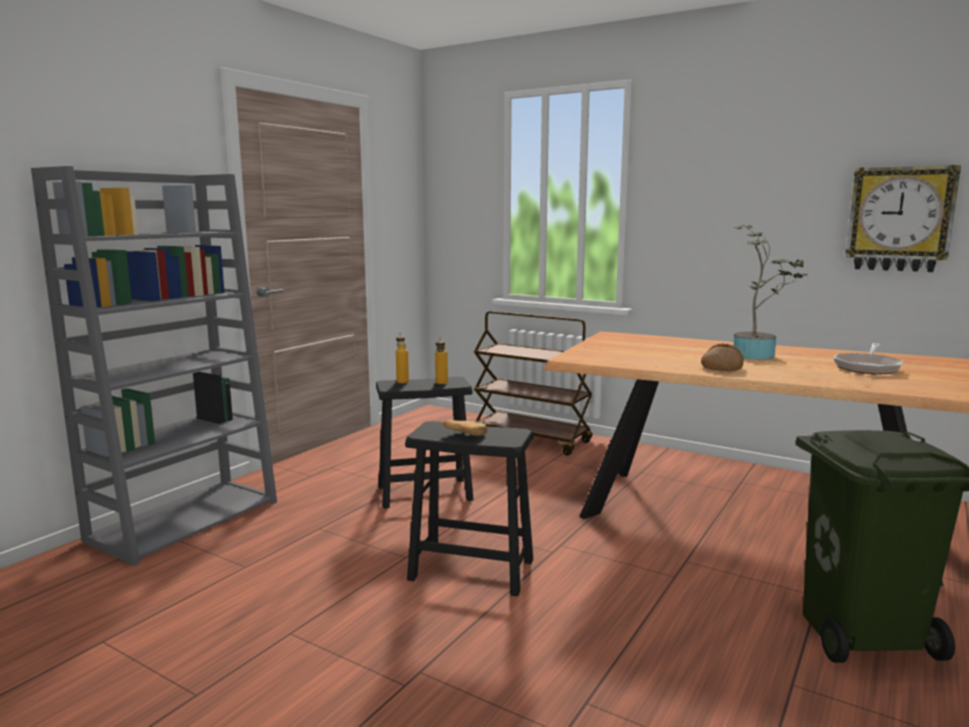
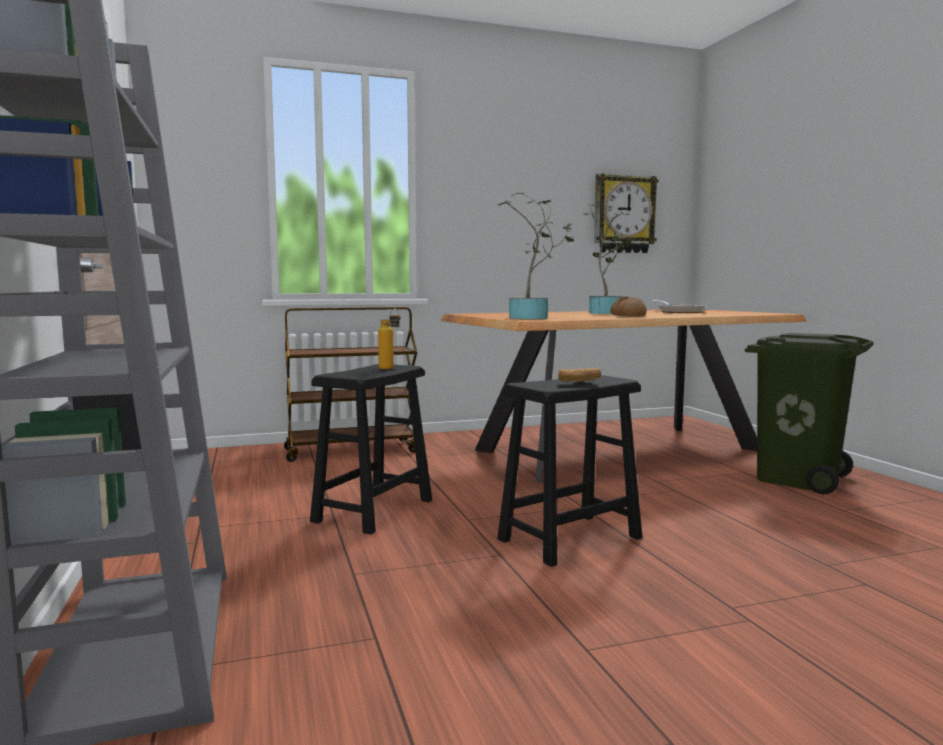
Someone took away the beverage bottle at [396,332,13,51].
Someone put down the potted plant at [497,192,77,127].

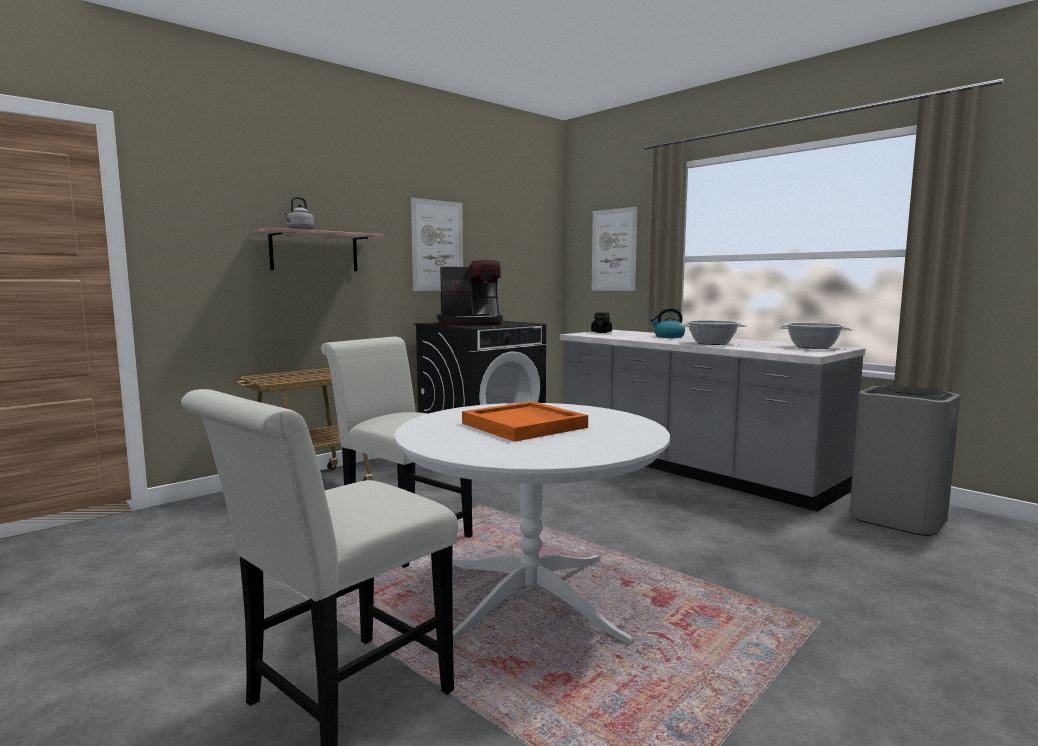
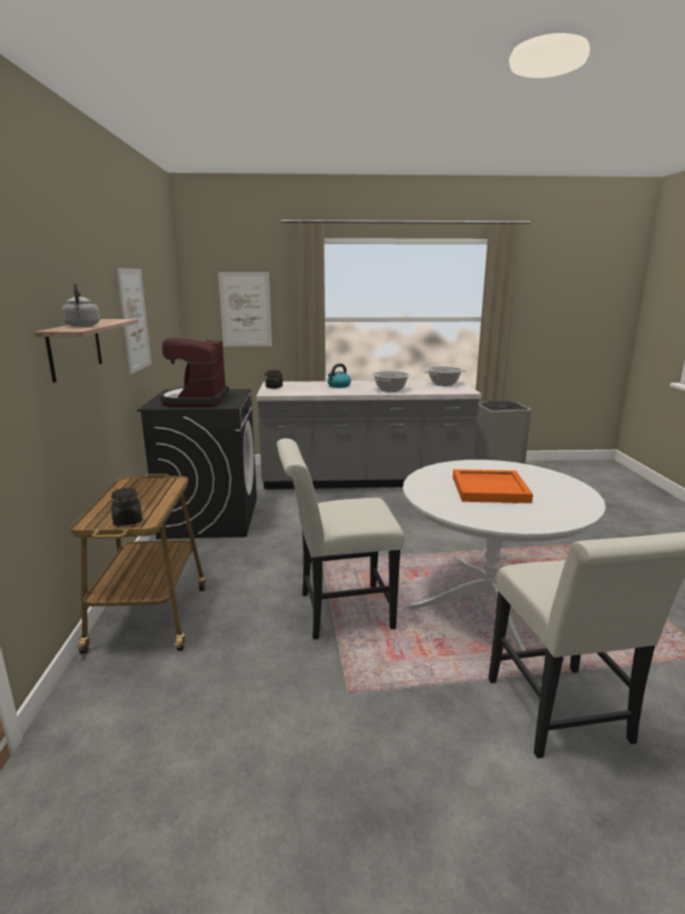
Someone put down the black jar at [111,488,31,38].
Someone rotated the coffee maker at [437,260,66,66] by 150 degrees clockwise.

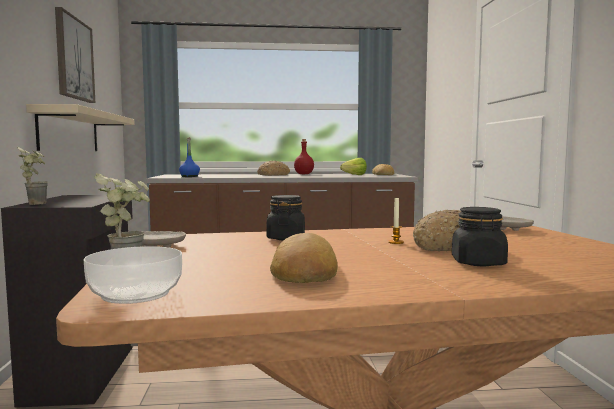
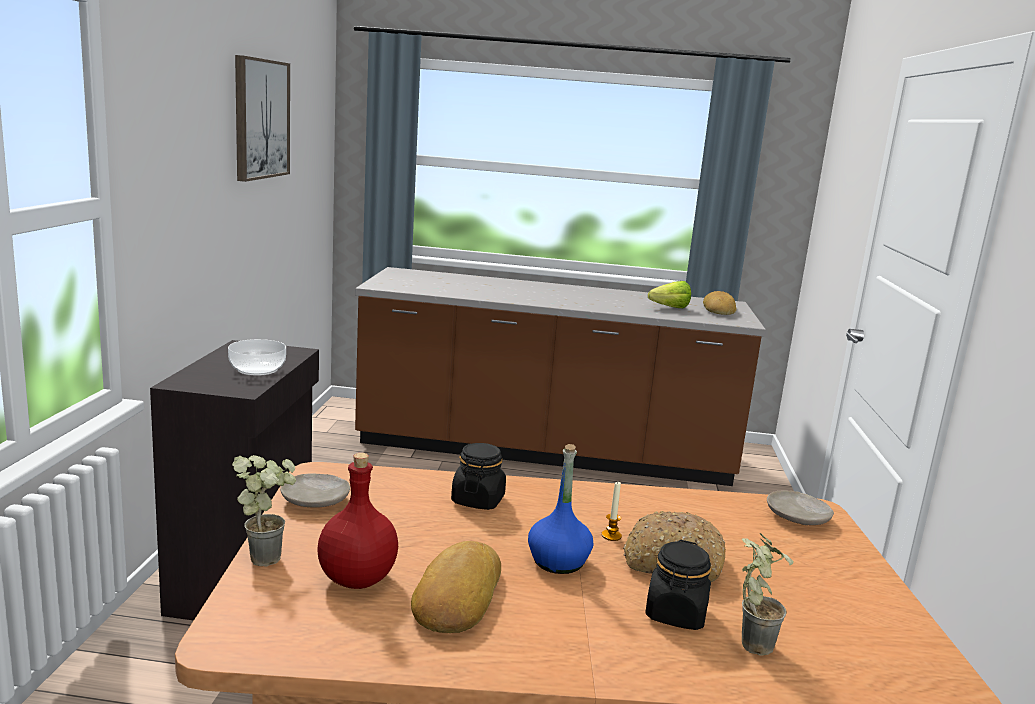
Someone took away the beige wall shelf at [26,104,109,47].
Someone took away the bakery bread at [257,161,33,15].
Someone carried the potted plant from [17,146,31,59] to [741,533,53,123].
Someone carried the deep dish from [83,246,99,58] to [228,339,58,37].
Someone carried the blue-coloured beverage bottle from [179,137,21,40] to [528,444,65,130].
Someone carried the red-coloured beverage bottle from [294,139,20,35] to [318,453,80,136].

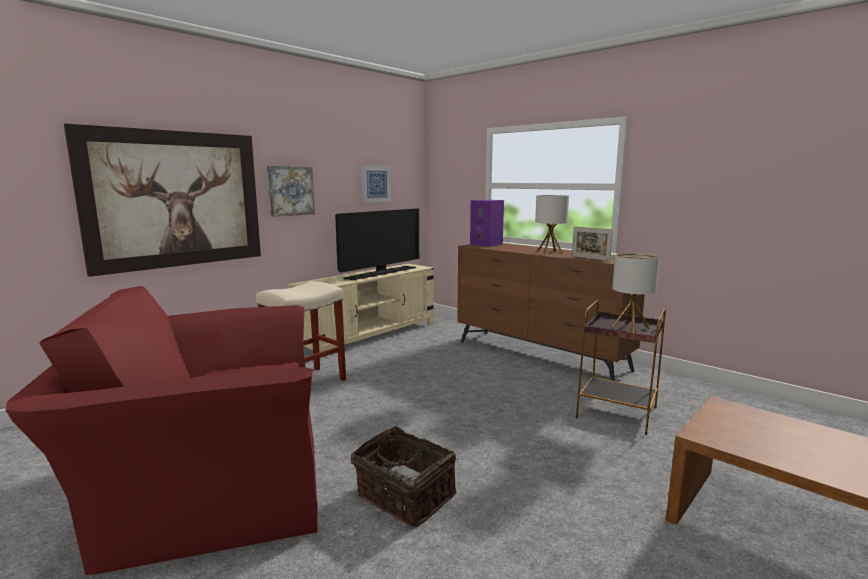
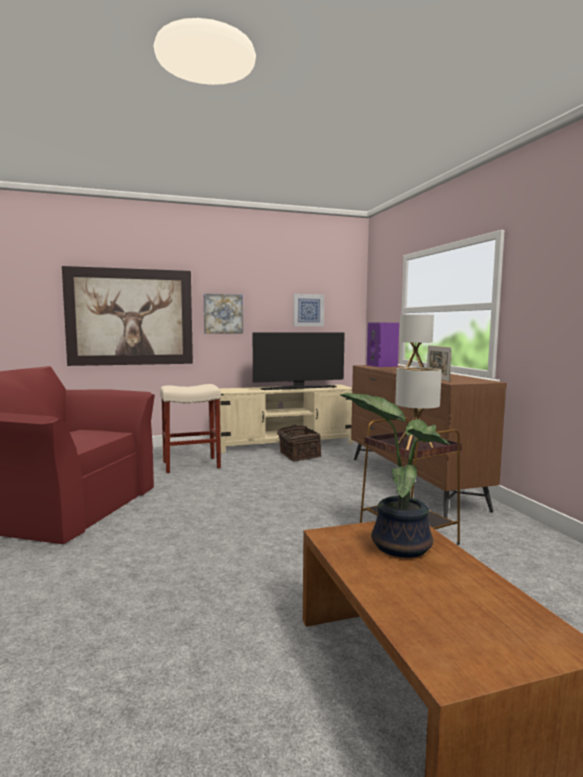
Someone put down the potted plant at [340,393,109,165].
Someone carried the storage basket from [351,426,106,102] to [277,425,44,36].

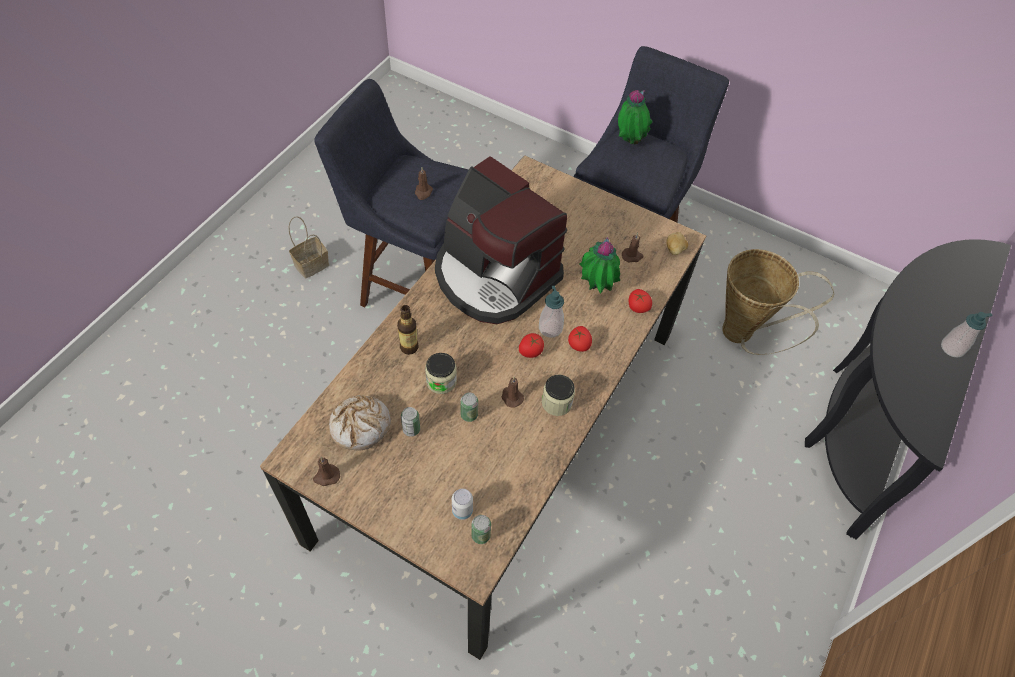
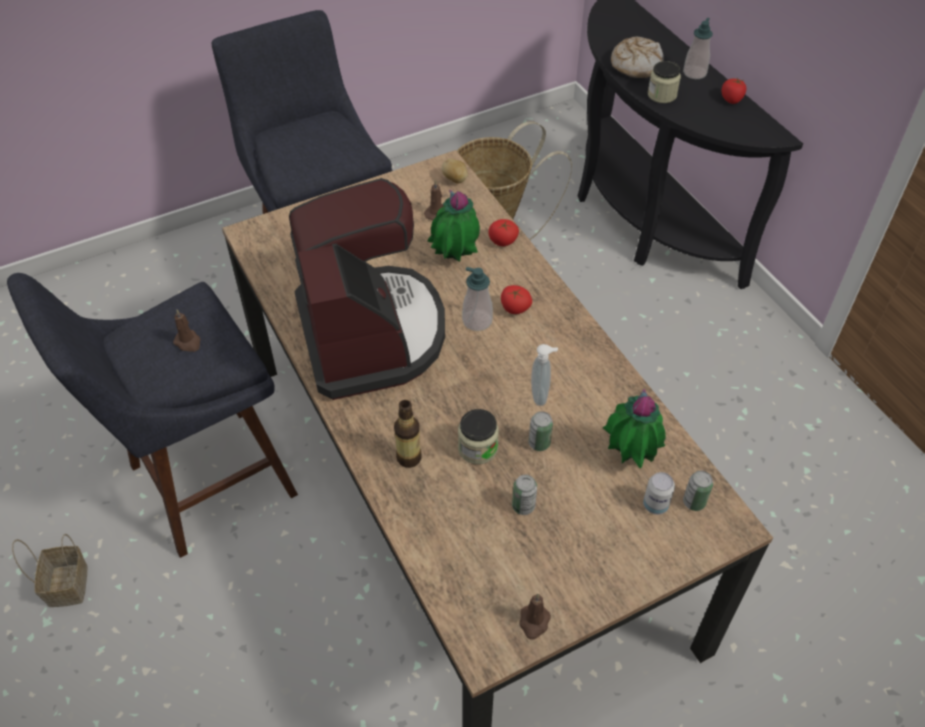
Someone carried the bakery bread from [329,395,62,56] to [611,37,53,41].
Someone carried the tomato from [519,333,25,25] to [722,78,24,26].
Someone carried the jar from [542,374,33,42] to [648,61,33,42].
Someone carried the potted plant from [618,90,35,55] to [603,389,63,79].
Someone swapped the brown wax light at [501,377,23,31] for the liquid soap bottle at [531,344,27,62].
Someone rotated the coffee maker at [435,156,132,168] by 90 degrees counterclockwise.

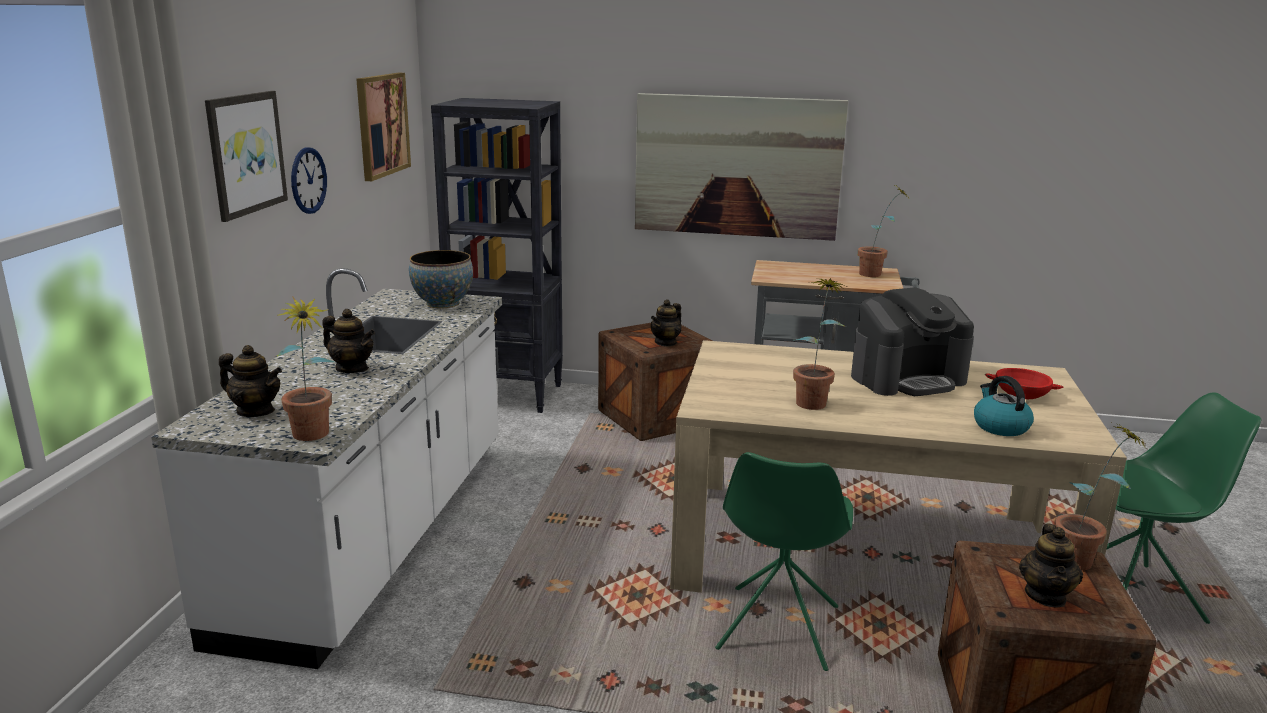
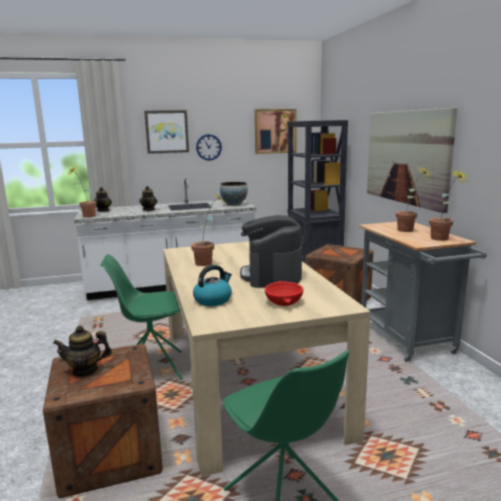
Someone took away the pot for tea at [650,299,32,48].
Someone carried the potted plant from [1054,424,91,147] to [396,166,35,66].
Someone rotated the coffee maker at [851,287,123,109] by 45 degrees clockwise.

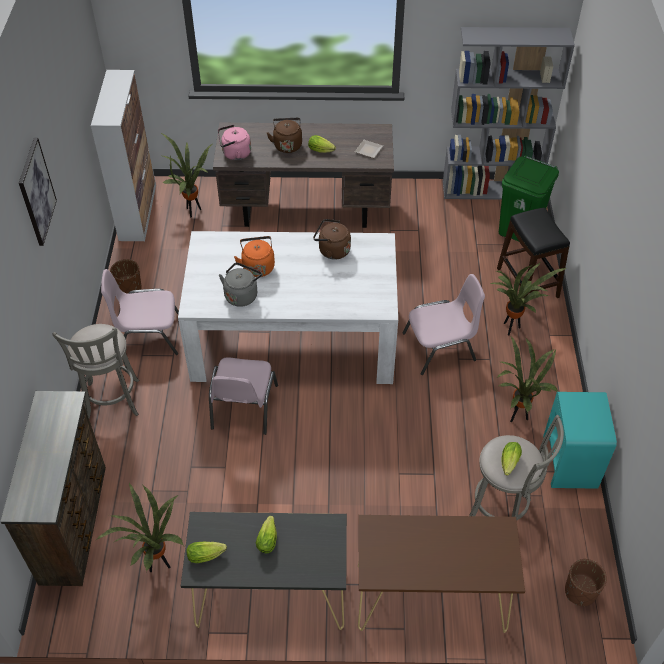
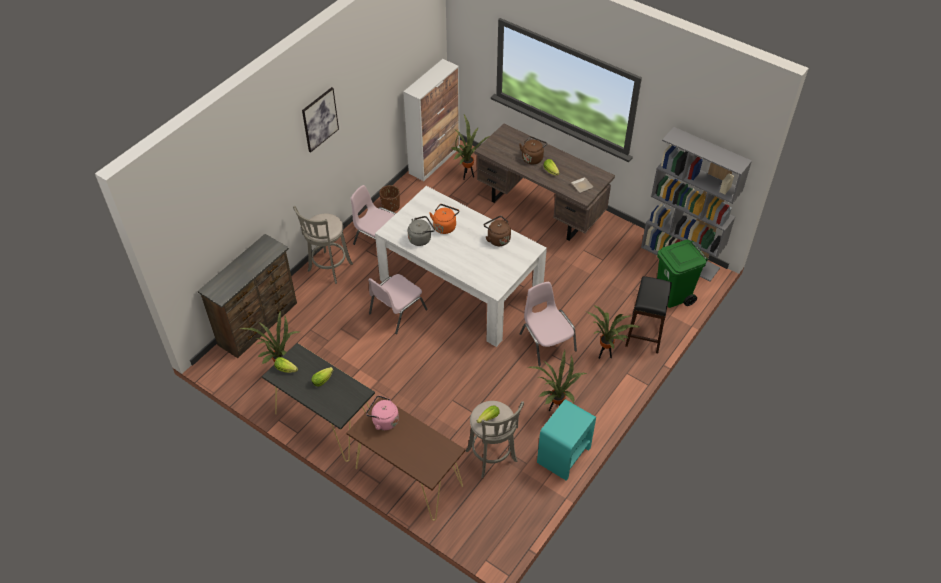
Someone took away the brown flower pot at [565,559,42,47].
Someone carried the pink kettle from [218,125,33,35] to [366,395,33,35].
Someone rotated the pink chair at [403,274,82,101] by 135 degrees counterclockwise.

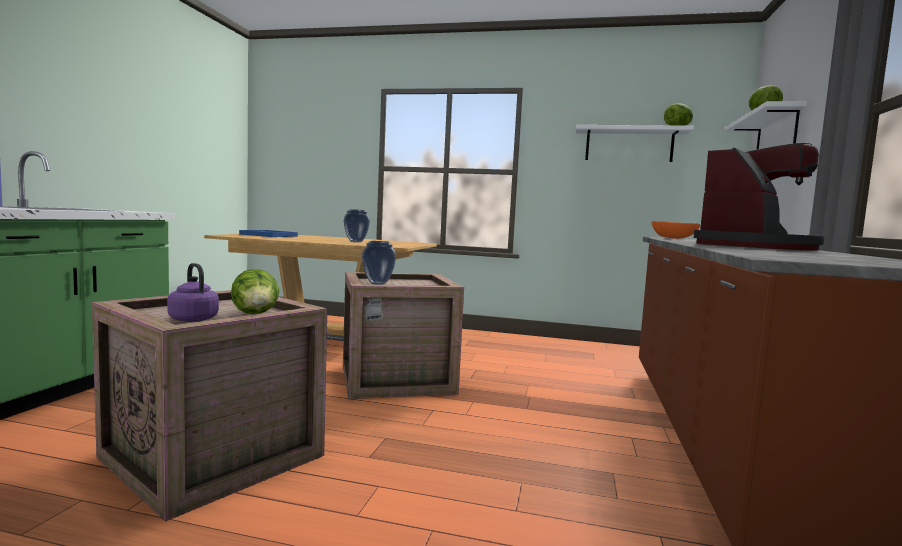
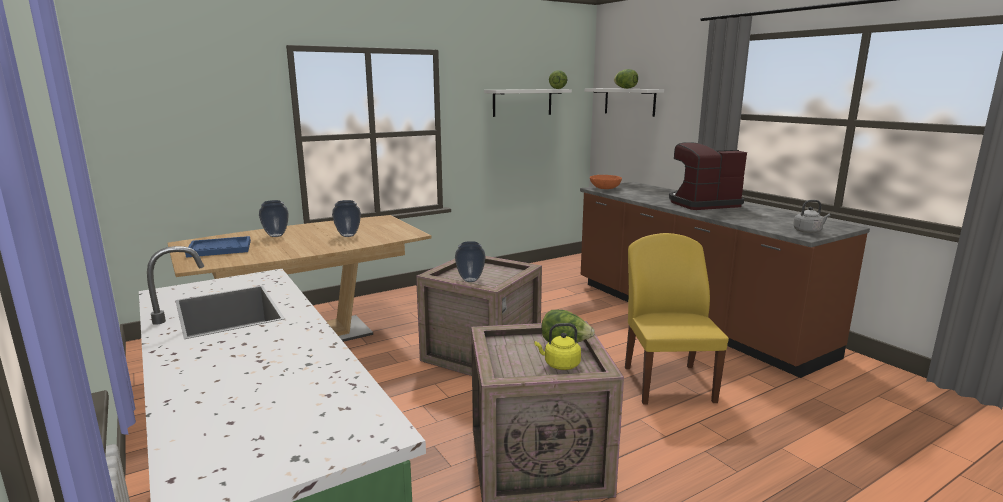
Someone put down the flower vase at [259,200,30,37].
Someone put down the yellow chair at [625,233,104,172].
Someone put down the greyish kettle at [793,200,37,33].
Someone repainted the purple-coloured kettle at [167,263,52,59], which became the yellow kettle at [535,323,46,47].
Someone rotated the coffee maker at [694,143,130,108] by 105 degrees counterclockwise.

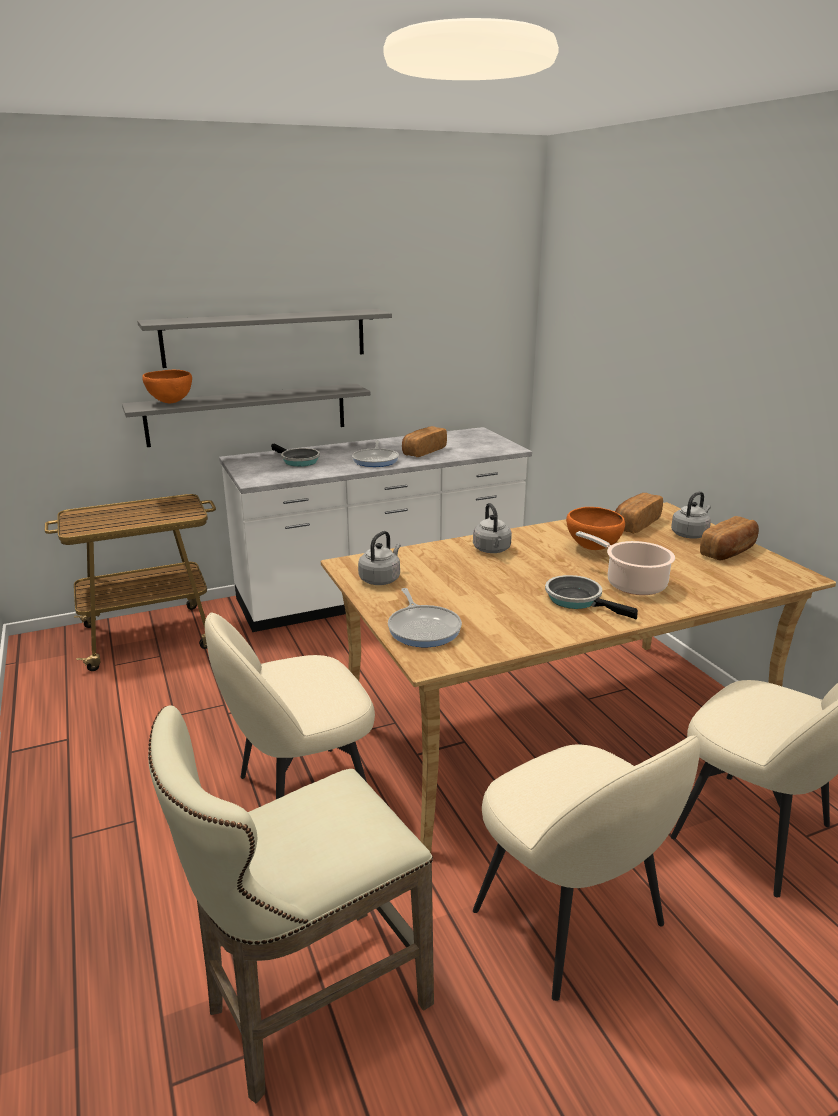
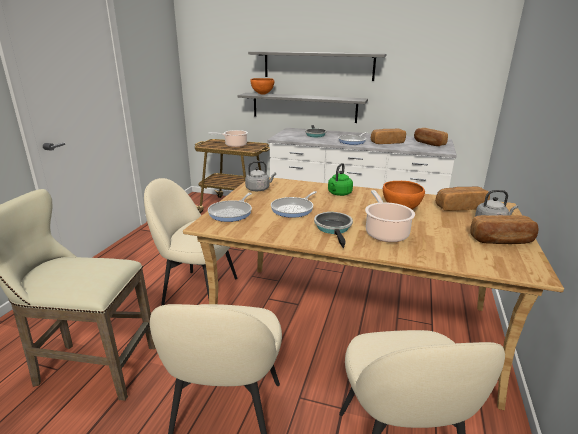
Someone put down the cooking pot at [208,130,40,17].
Someone put down the pan at [271,191,46,27].
Someone put down the bakery bread at [414,128,34,18].
Someone repainted the greyish kettle at [473,503,39,50], which became the greenish kettle at [328,163,25,33].

